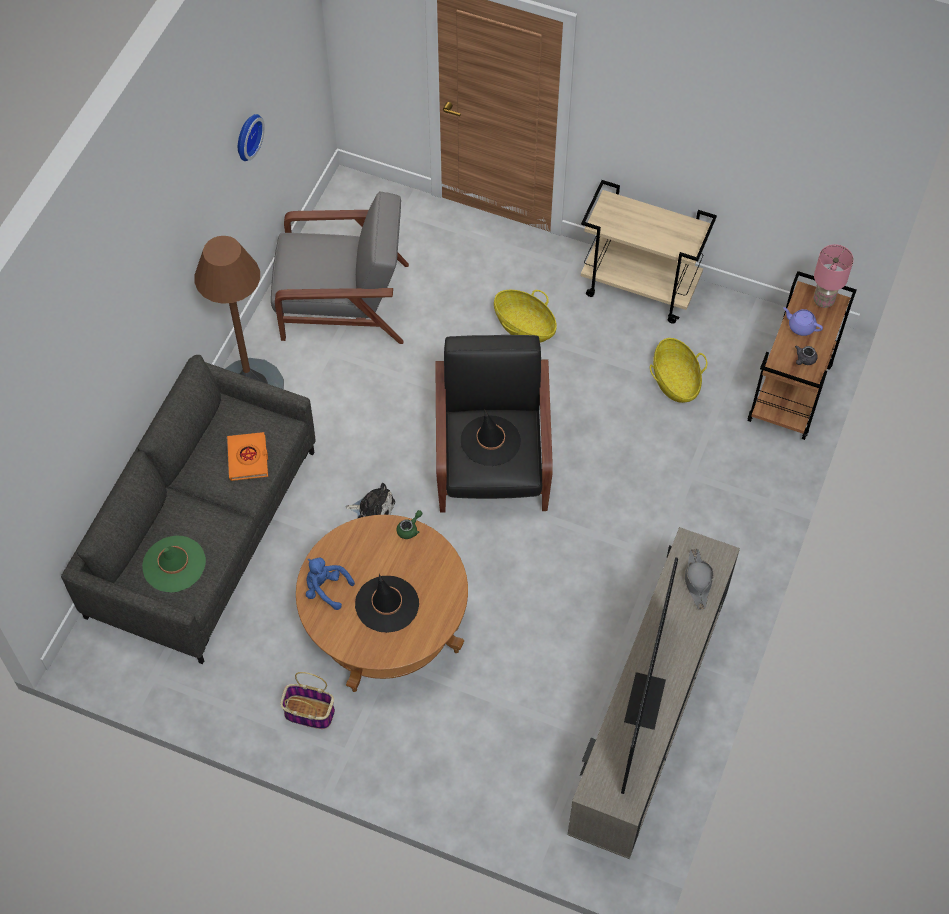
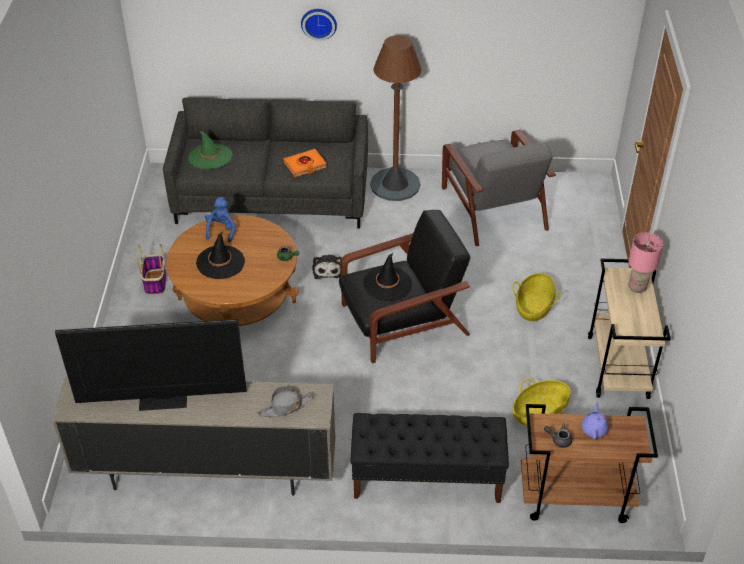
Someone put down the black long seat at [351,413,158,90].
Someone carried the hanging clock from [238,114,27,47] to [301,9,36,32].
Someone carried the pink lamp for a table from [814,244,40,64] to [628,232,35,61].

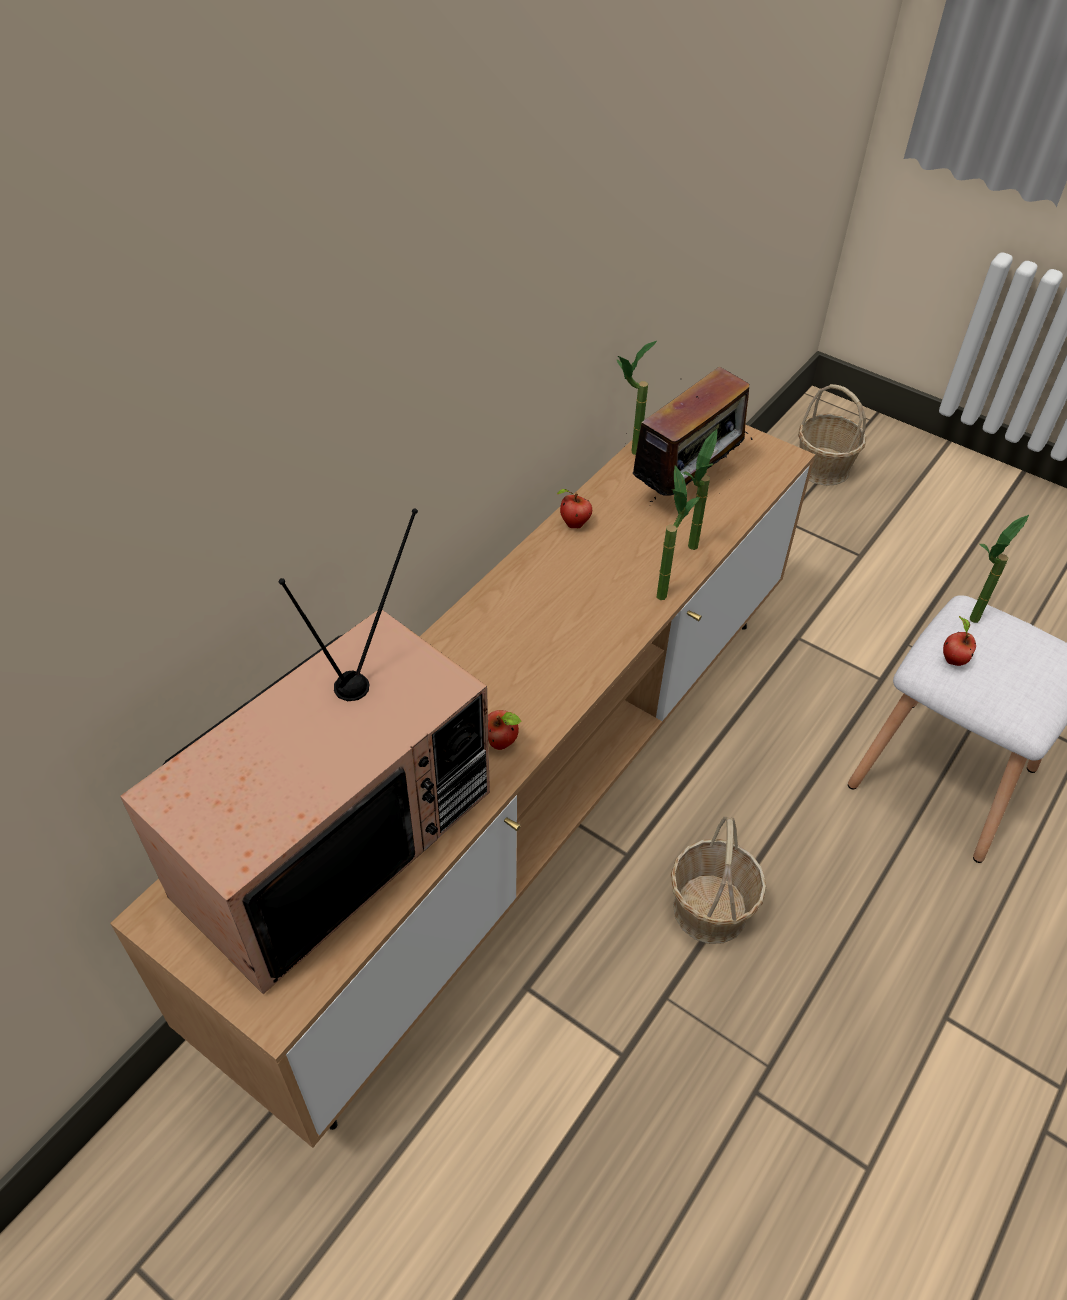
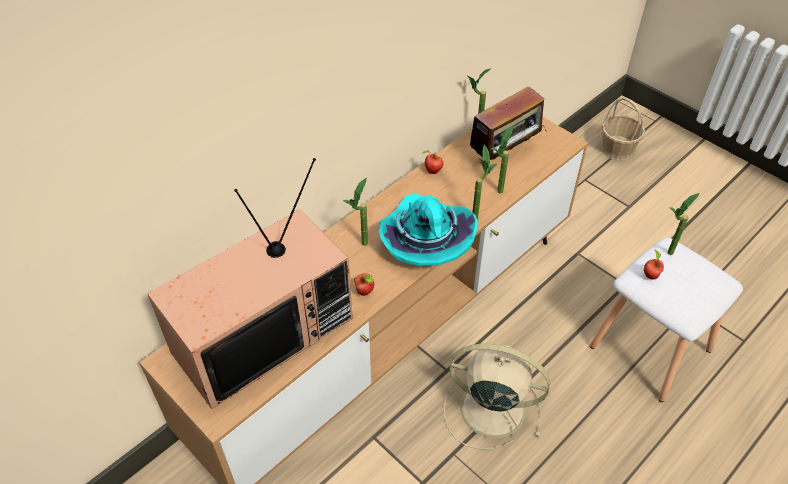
Someone put down the potted plant at [343,178,25,68].
Someone put down the turquoise hat at [379,194,99,72].
Someone swapped the storage basket at [670,816,97,128] for the beige cooling fan at [444,344,106,105].

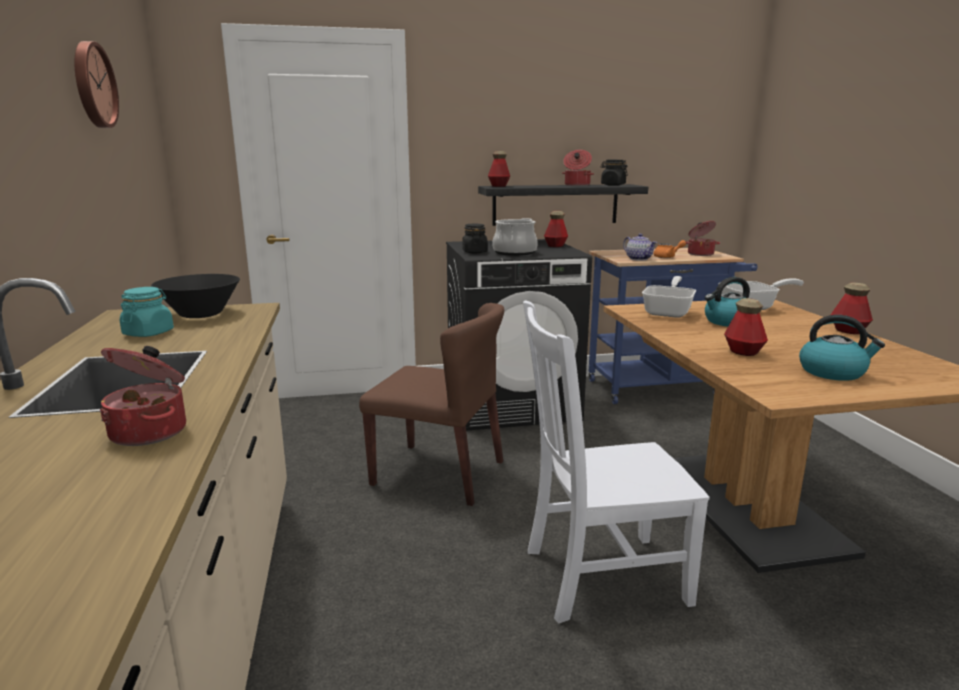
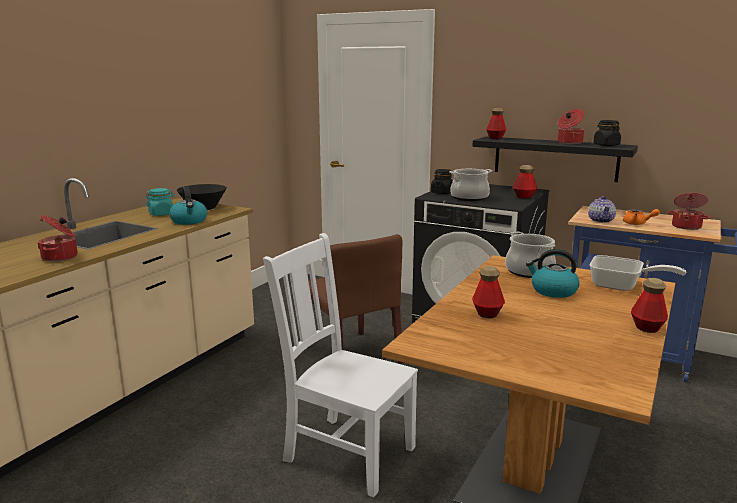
Someone took away the hanging clock at [74,41,45,87].
Someone carried the kettle from [799,315,86,66] to [169,186,38,39].
Someone swapped the pan at [642,276,54,42] for the cooking pot at [505,232,51,46].

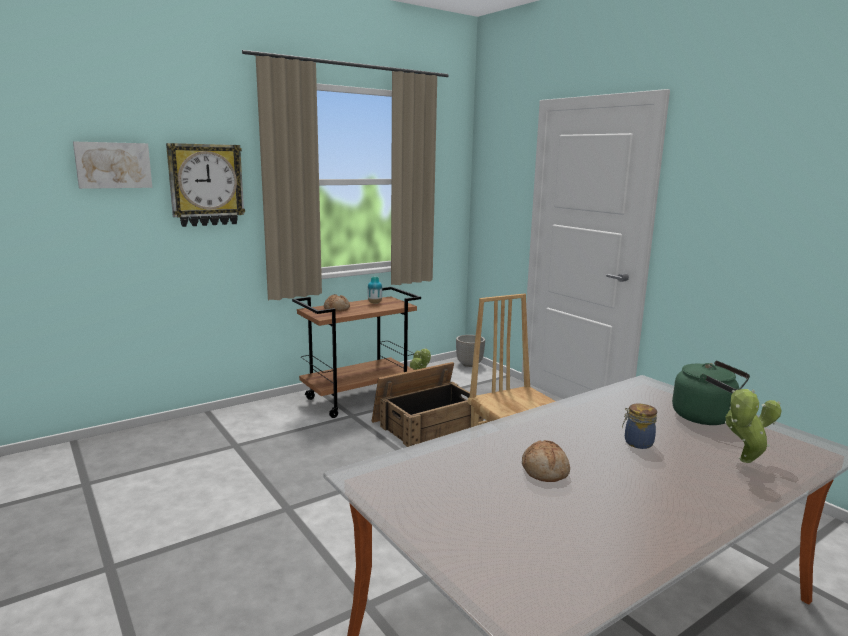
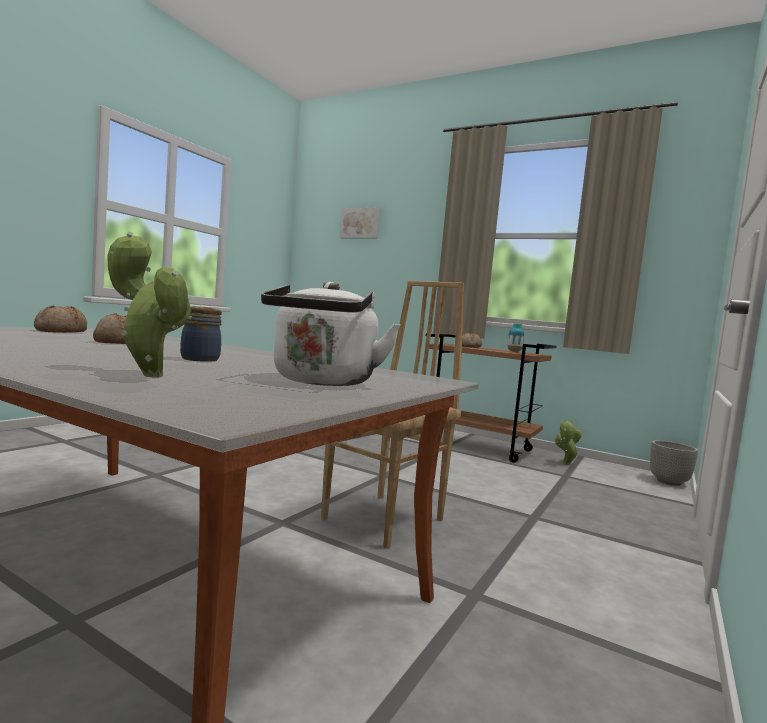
Someone took away the hanging clock at [166,143,79,84].
Someone took away the crate at [372,362,111,85].
Someone put down the bakery bread at [34,305,53,28].
Someone repainted the greenish kettle at [672,361,78,64], which became the whitish kettle at [261,282,140,104].

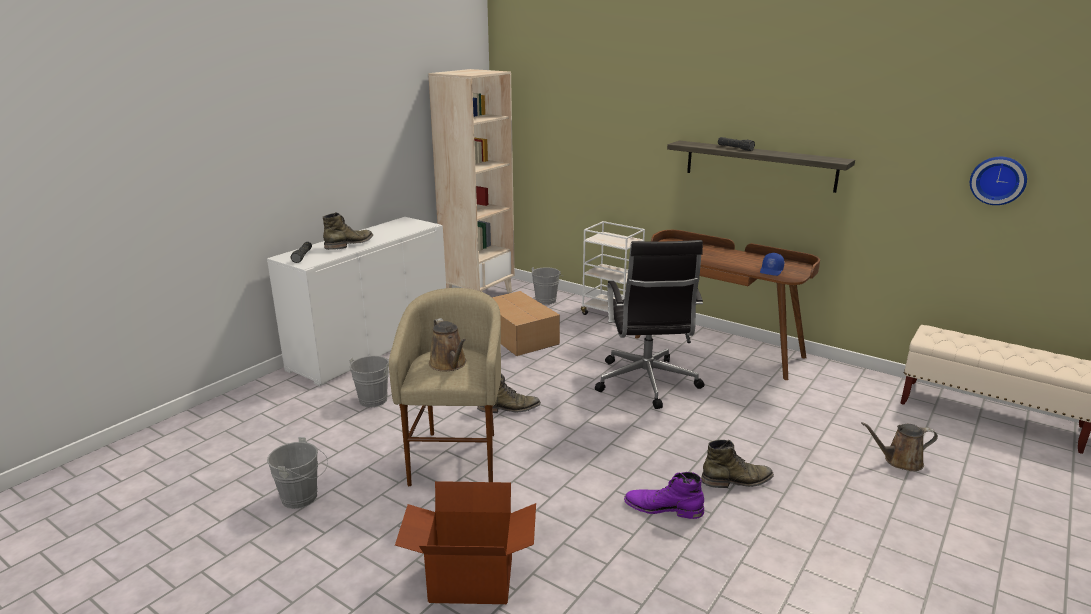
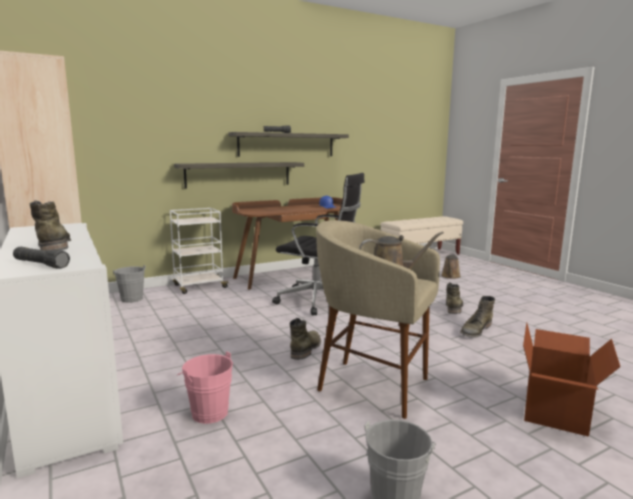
Someone took away the cardboard box at [492,291,68,65].
Someone took away the hanging clock at [970,157,57,48].
Someone put up the wall shelf at [174,162,130,26].
Someone repainted the greyish bucket at [349,356,40,51], which became the pink bucket at [176,351,57,73].
Someone repainted the purple-coloured high-top boot at [624,472,80,47], which became the greenish high-top boot at [460,296,35,42].

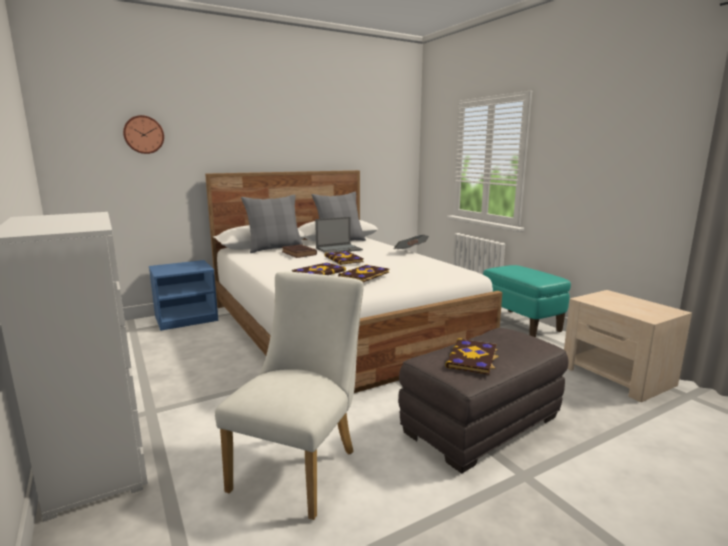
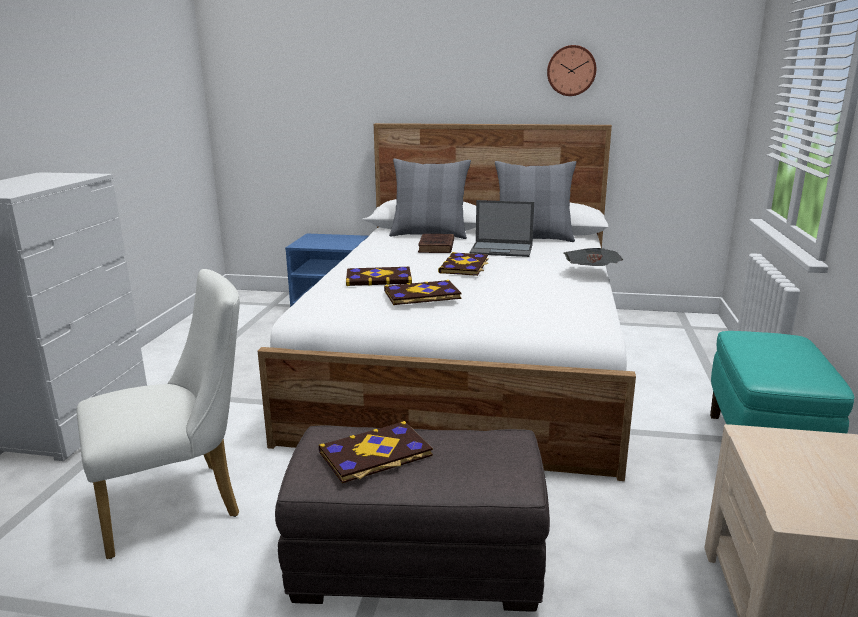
Someone carried the hanging clock from [123,115,41,39] to [547,45,49,51].

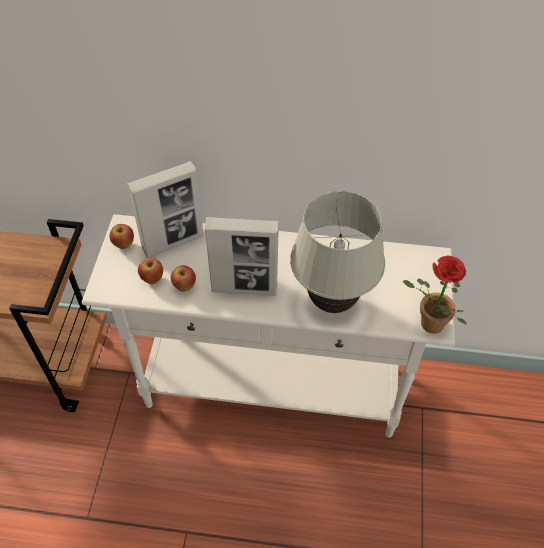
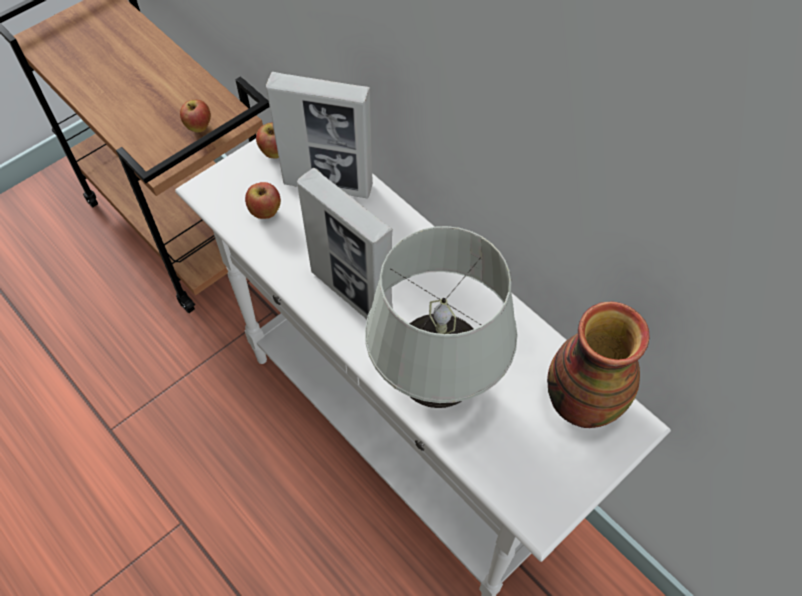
Someone took away the potted plant at [402,256,65,77].
Someone put down the flower vase at [547,301,103,127].
Someone carried the whole apple from [171,265,25,27] to [180,100,31,33].

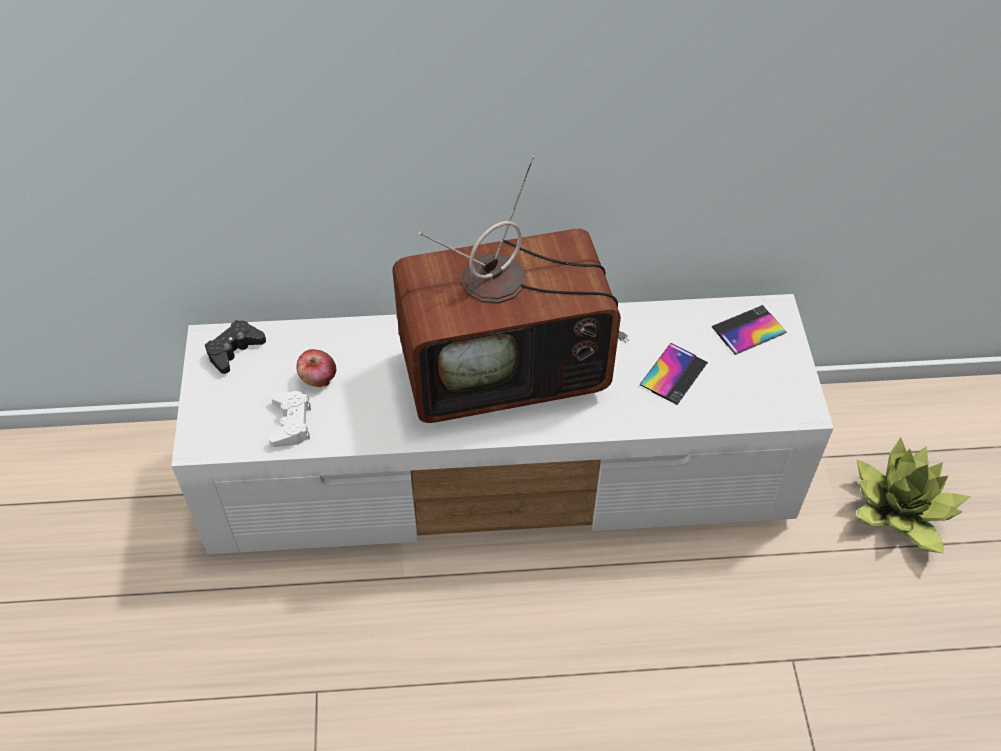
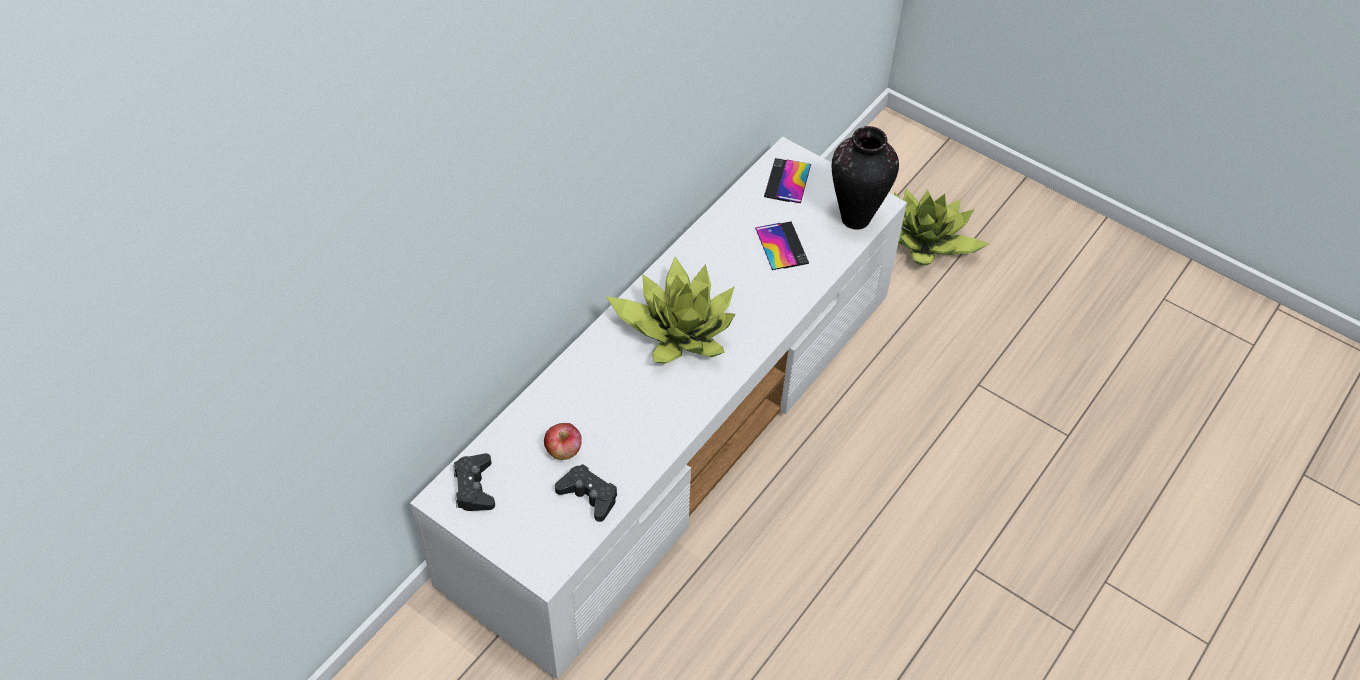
Someone put down the flower vase at [832,126,67,104].
Someone swapped the TV set at [392,156,237,267] for the potted plant at [606,257,129,107].
Someone repainted the whitish gamepad at [268,391,43,56], which became the black gamepad at [555,464,62,58].

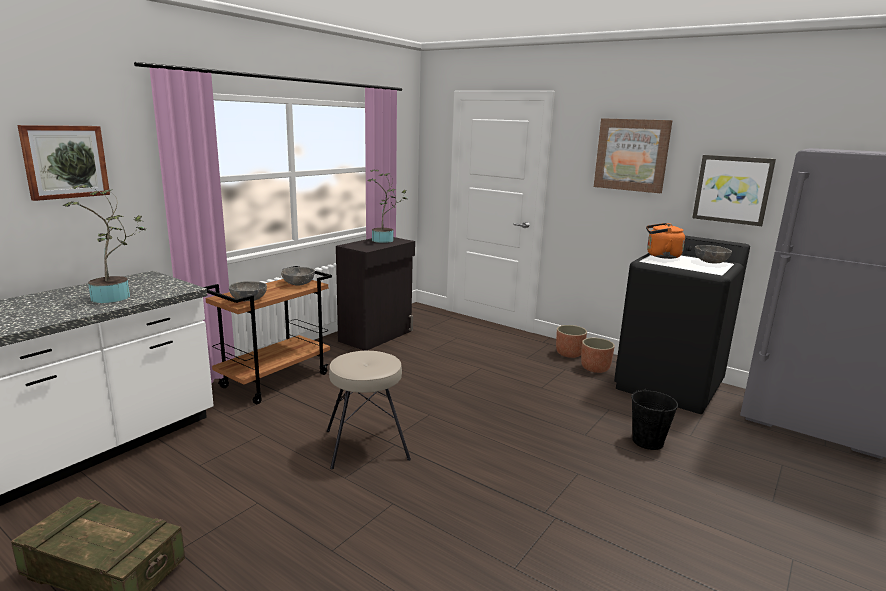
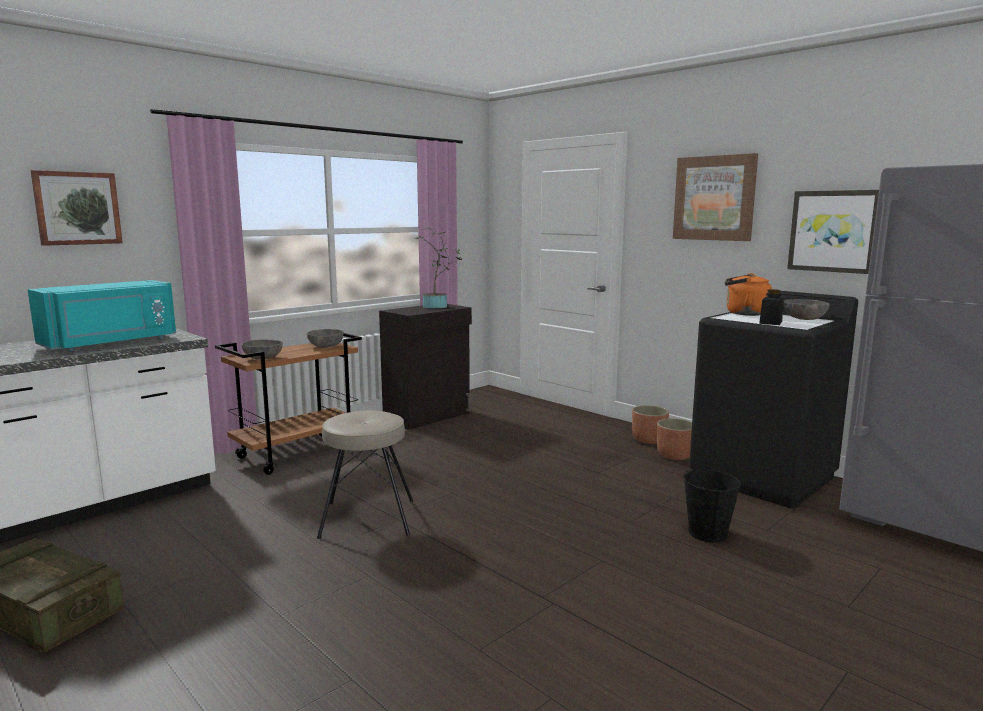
Someone put down the black jar at [759,289,25,36].
Someone swapped the potted plant at [63,185,83,118] for the turquoise microwave oven at [28,280,148,71].

